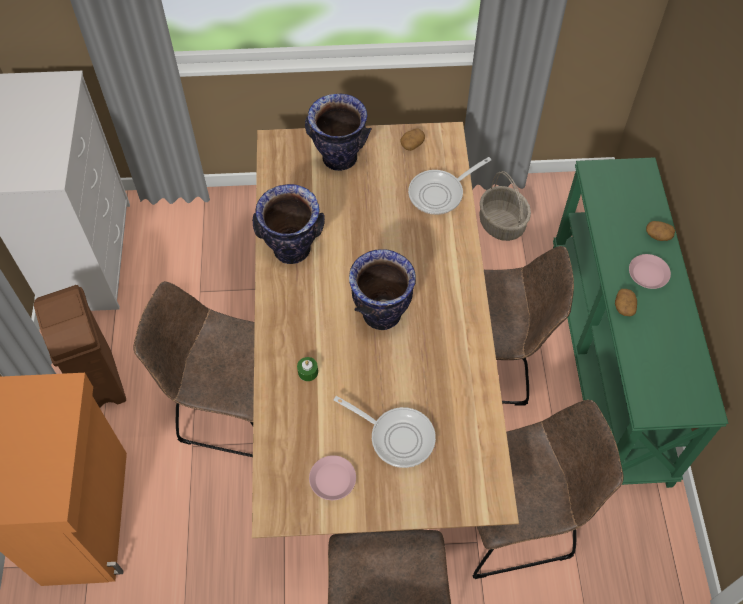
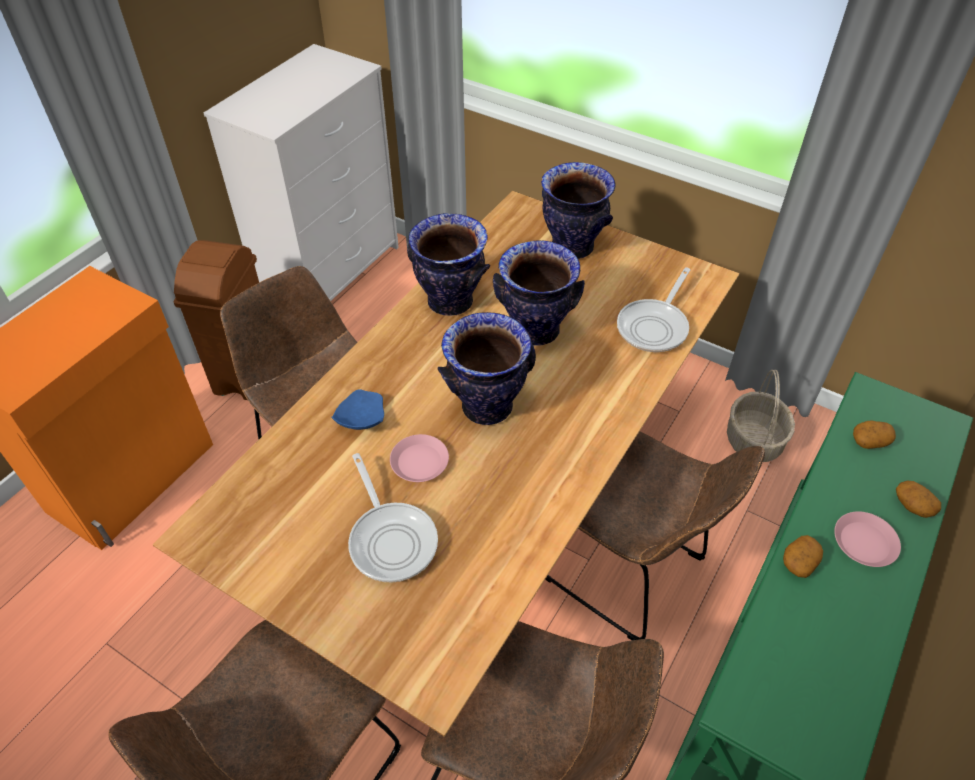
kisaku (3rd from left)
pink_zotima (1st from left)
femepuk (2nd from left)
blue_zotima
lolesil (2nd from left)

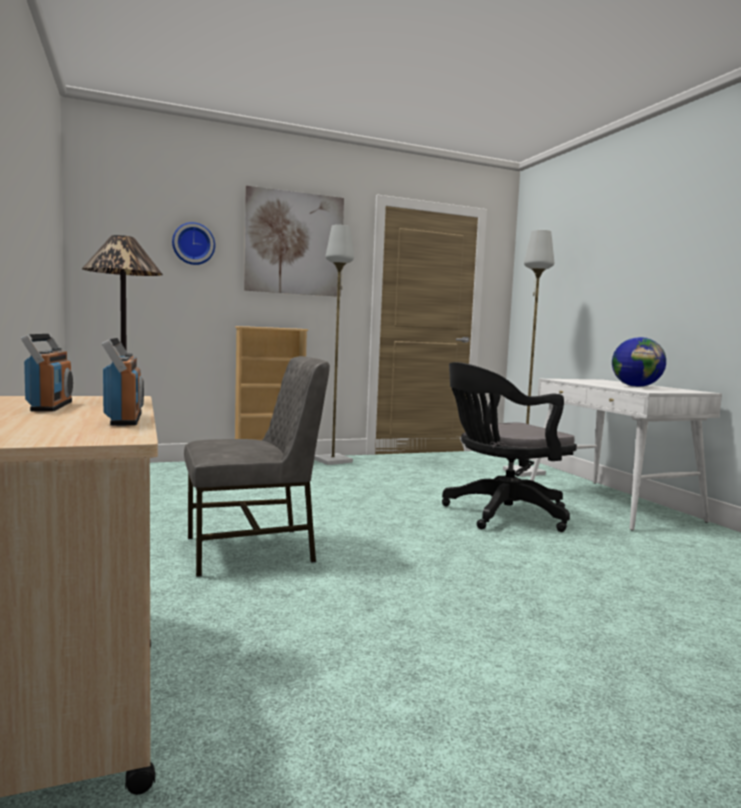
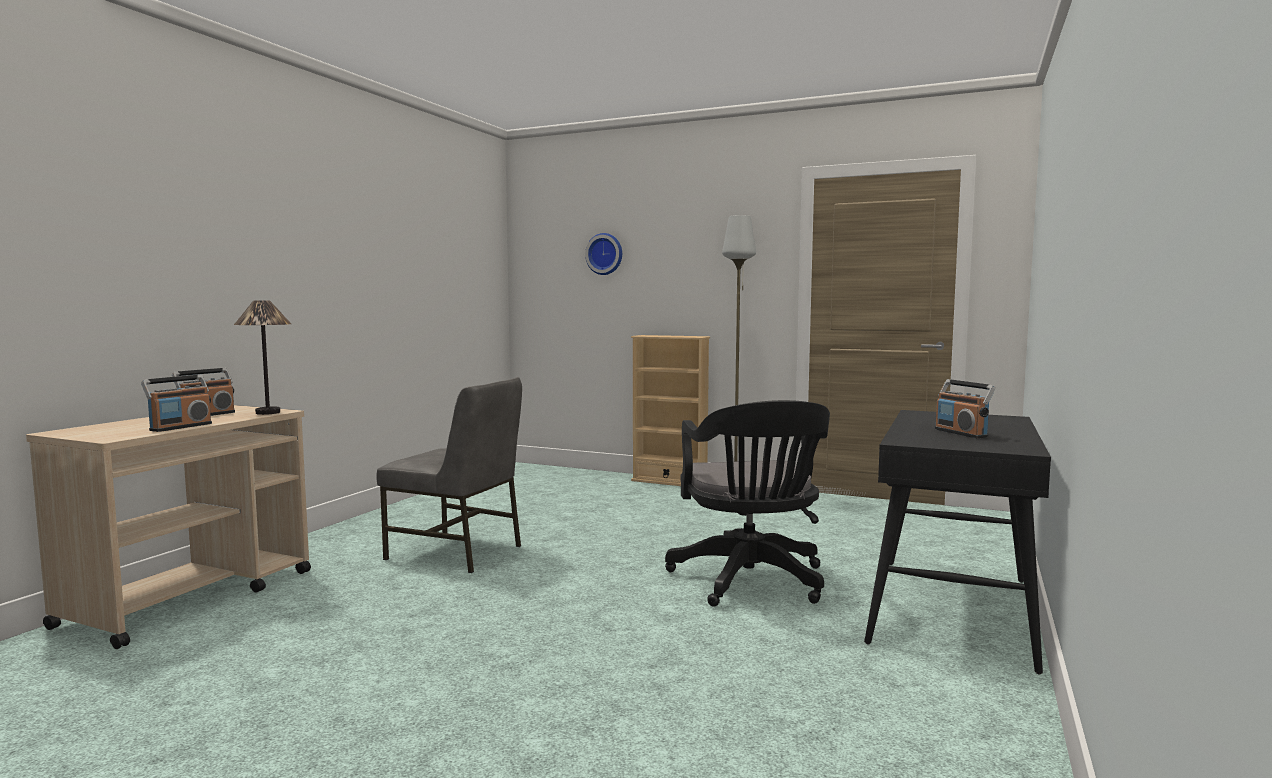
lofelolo
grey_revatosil (2nd from left in the first image)
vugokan (3rd from left)
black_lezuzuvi
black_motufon

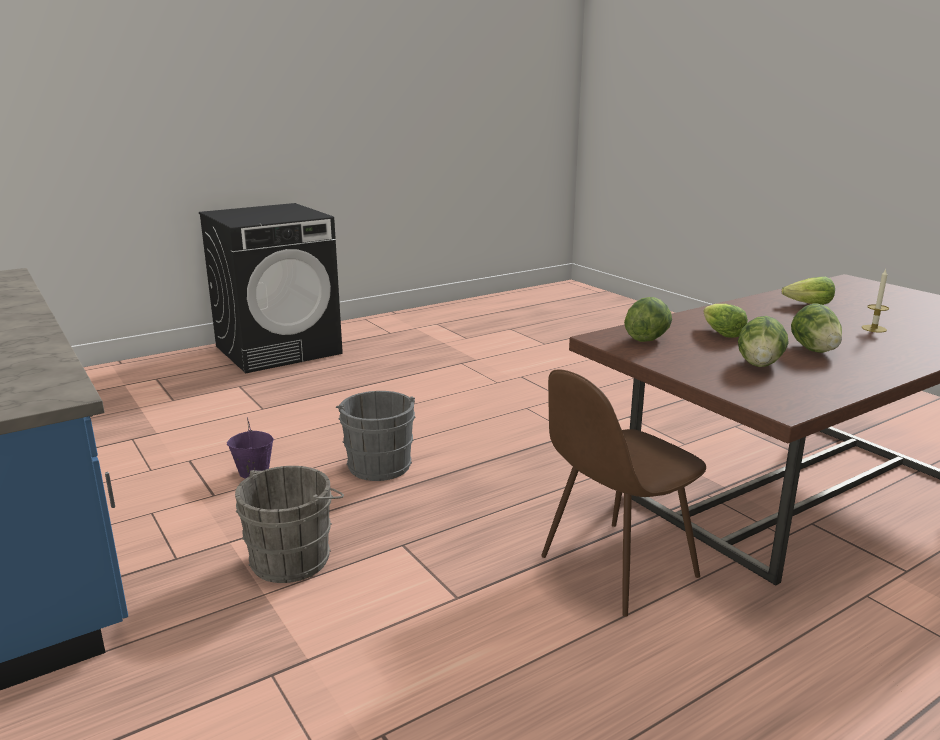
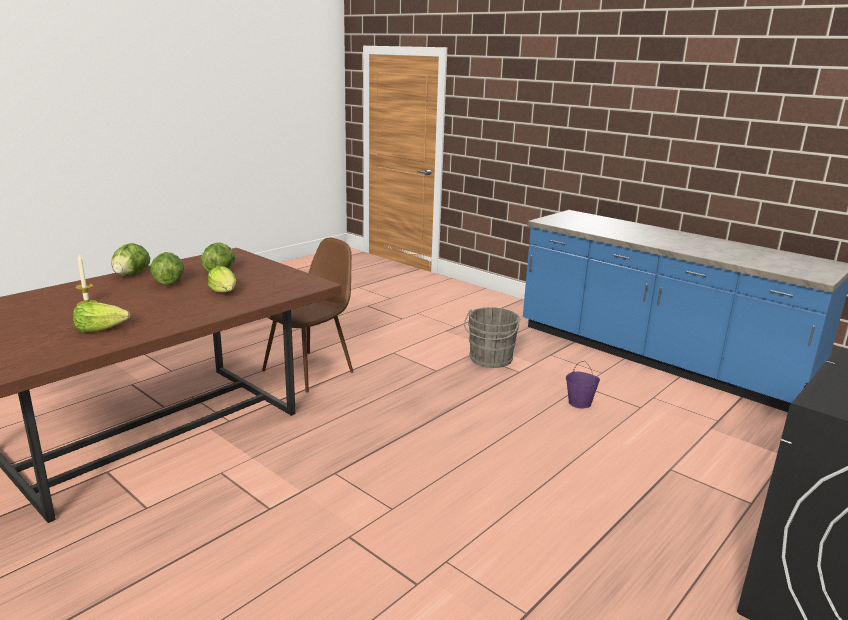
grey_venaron (2nd from left in the first image)
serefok (2nd from left)

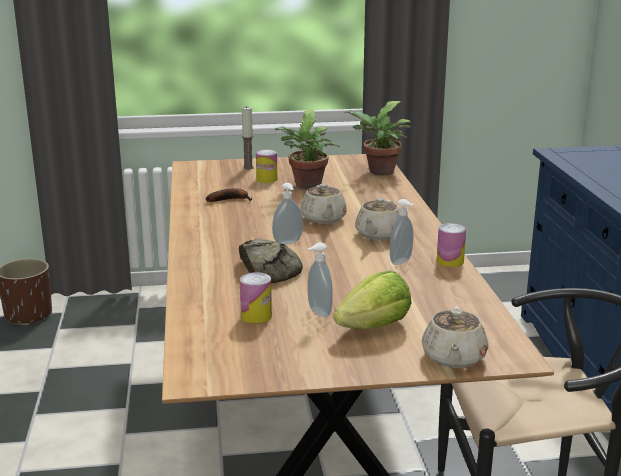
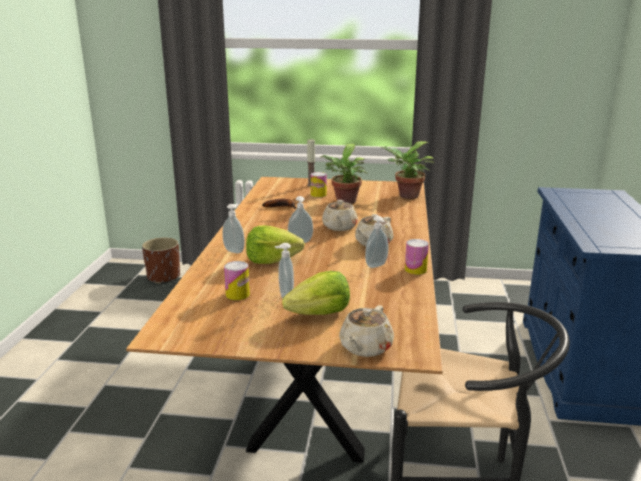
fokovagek (1st from left)
serefok (1st from left)

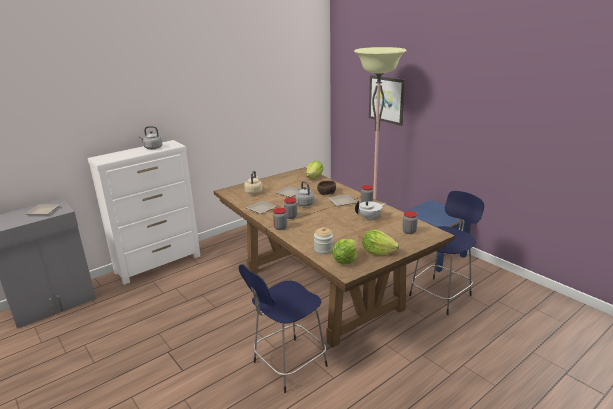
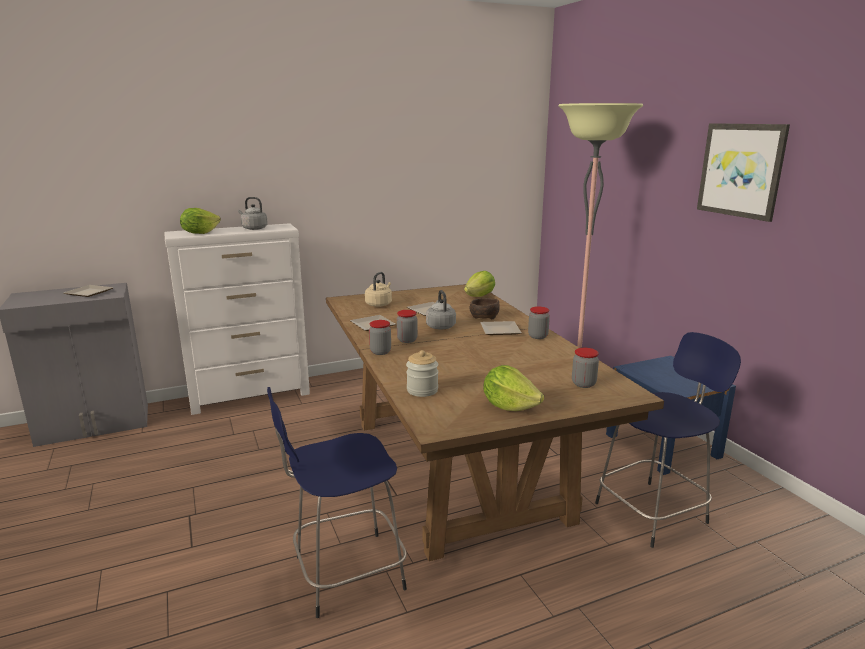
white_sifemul
serefok (1st from left)
lofelolo

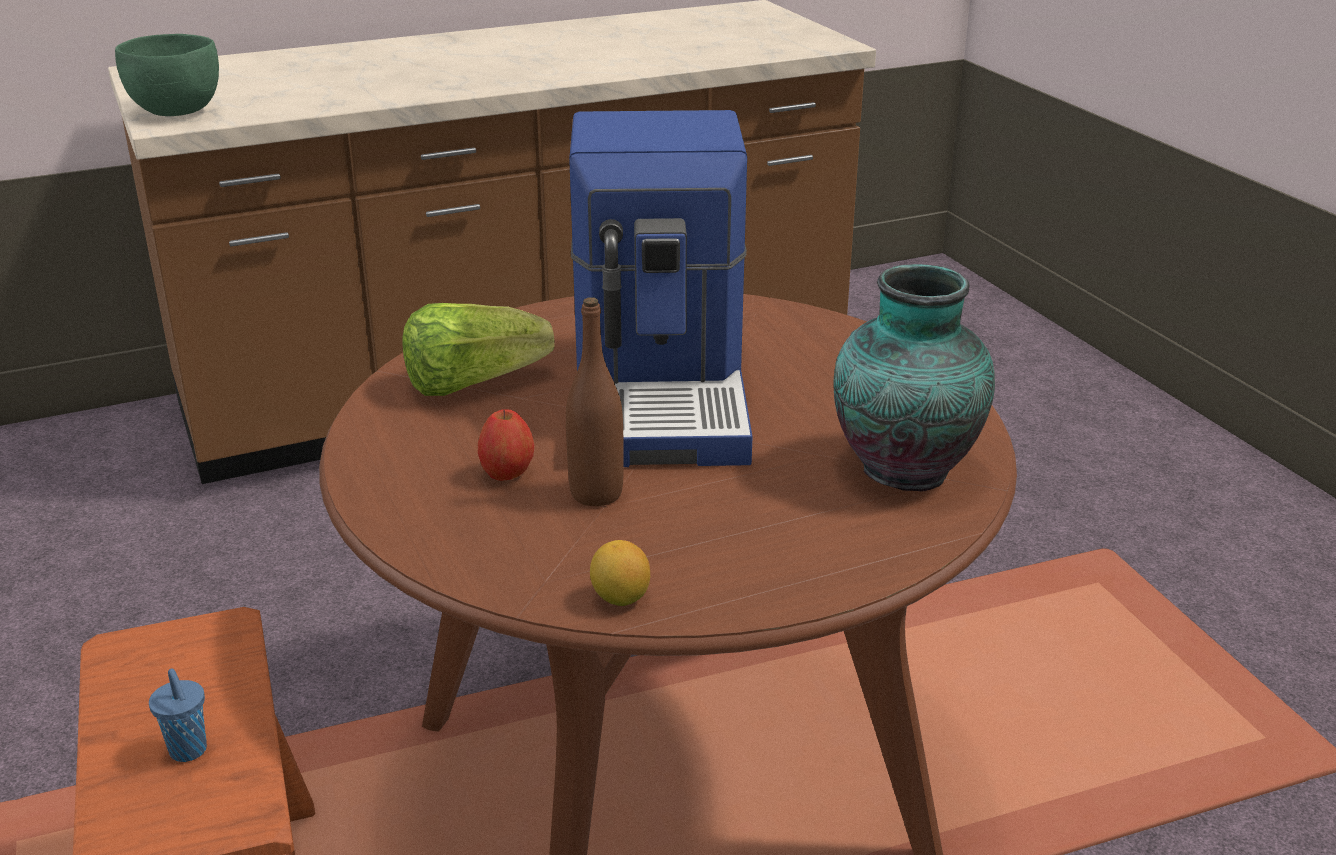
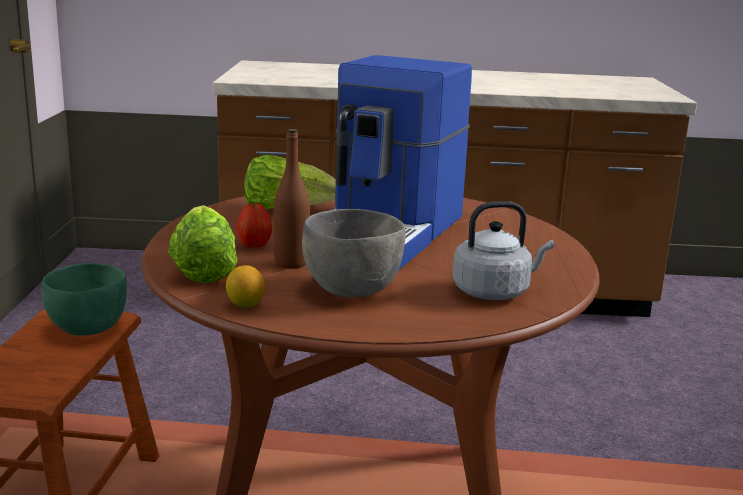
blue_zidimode
serefok (1st from left)
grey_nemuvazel
green_nemuvazel
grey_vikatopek

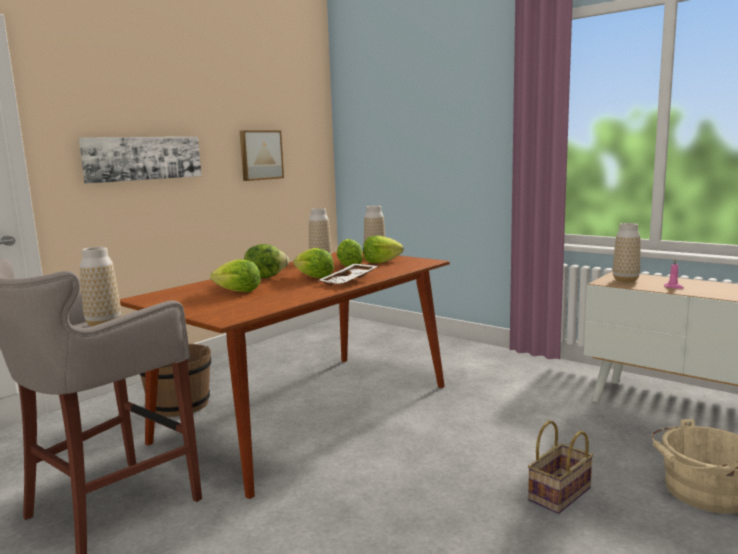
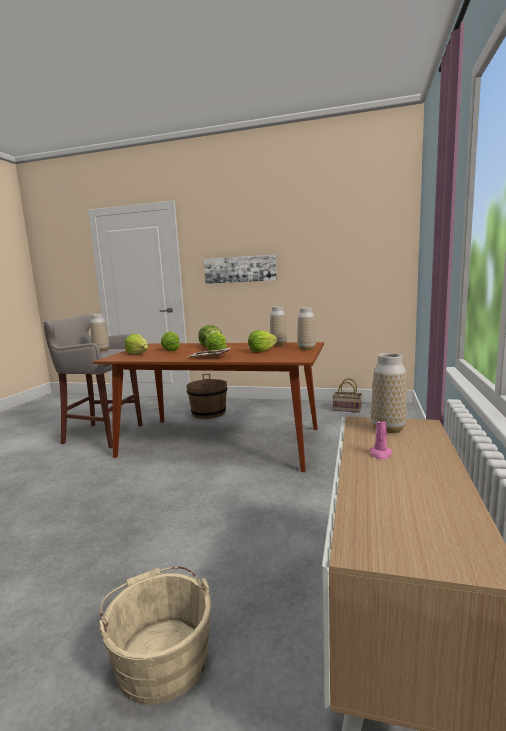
lofelolo (2nd from left in the first image)
serefok (1st from left)
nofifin

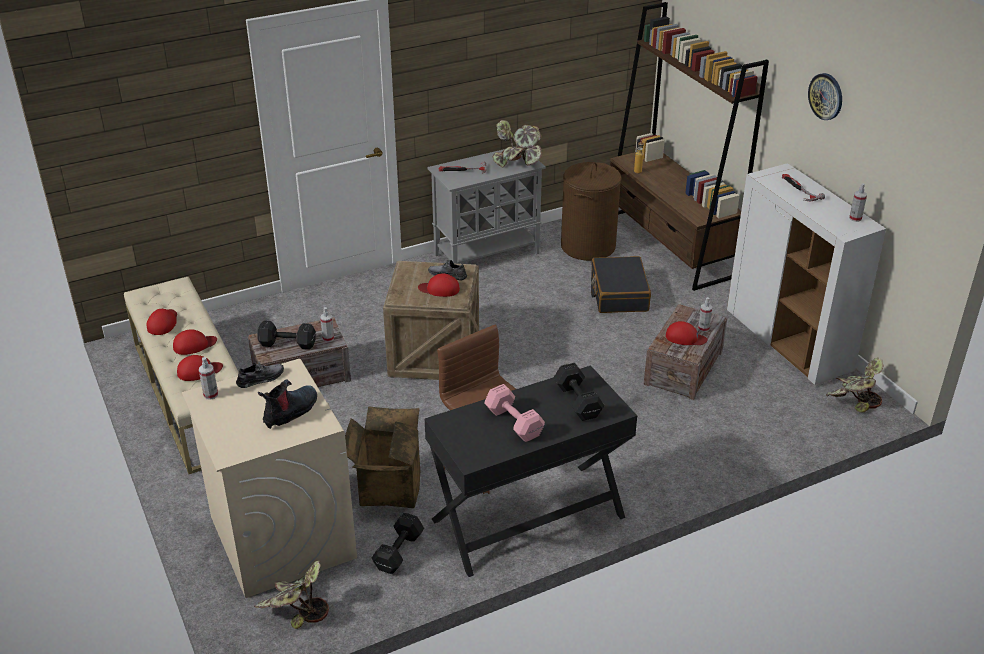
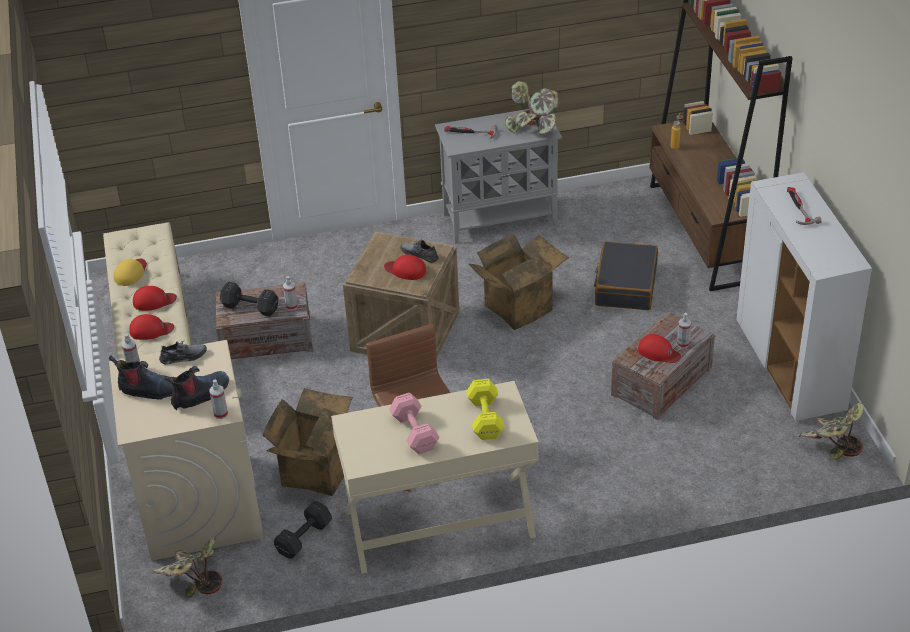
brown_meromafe
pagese
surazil (1st from left)
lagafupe (2nd from left)
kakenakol (2nd from left)
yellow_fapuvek
beige_lezuzuvi
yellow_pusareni

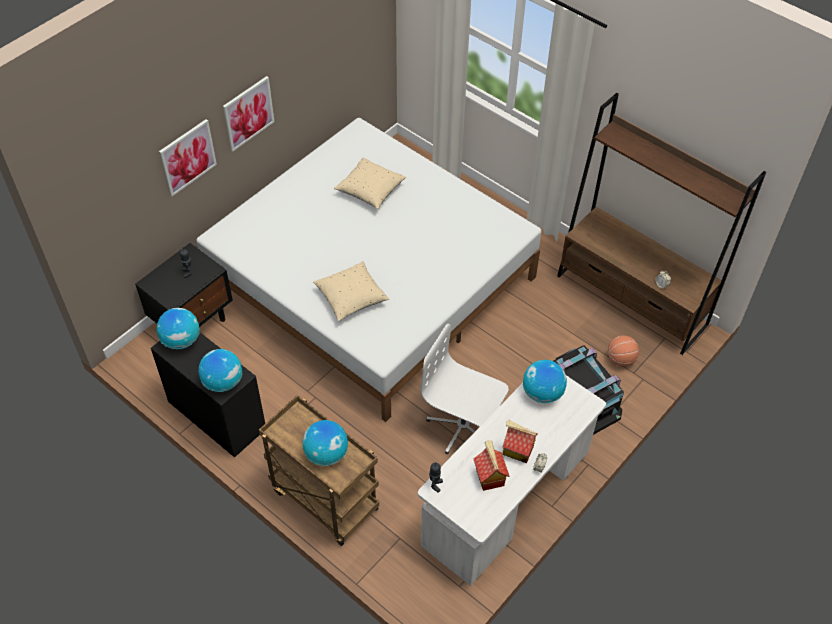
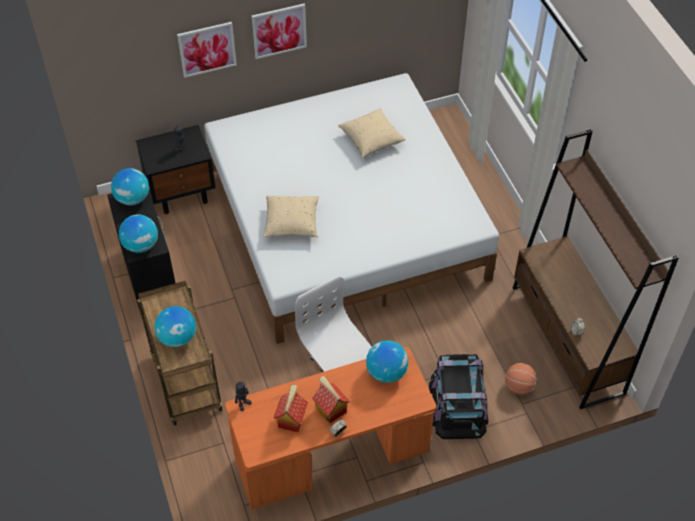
orange_lezuzuvi

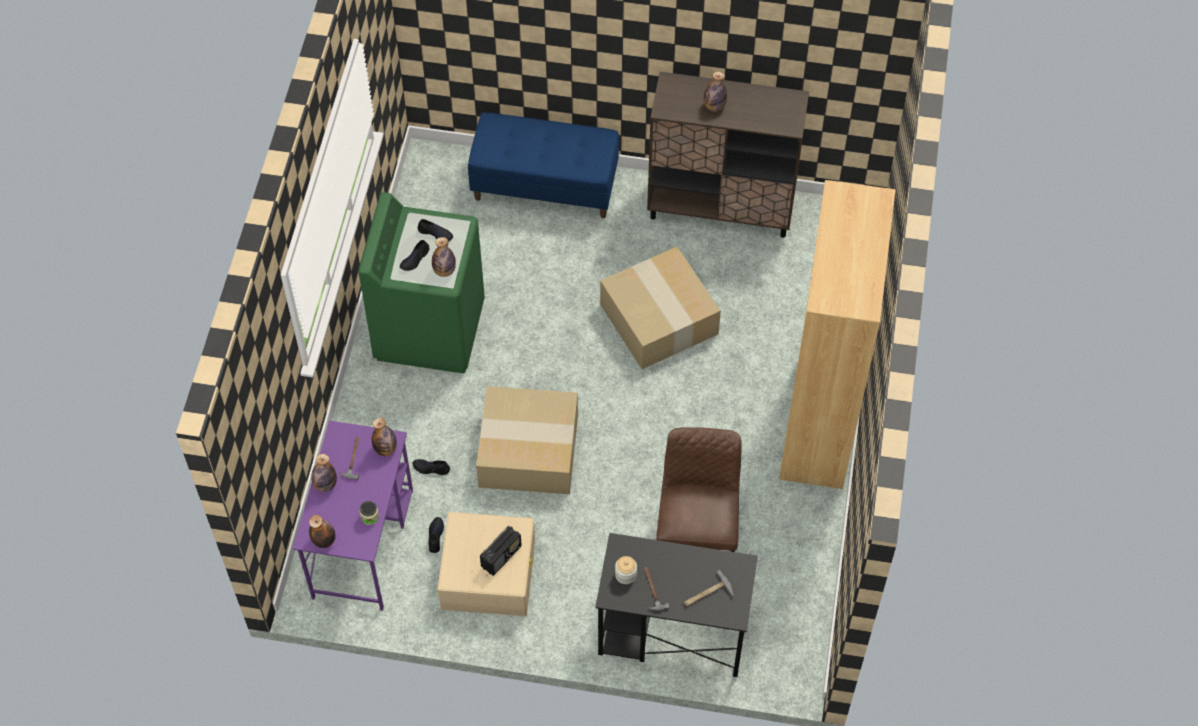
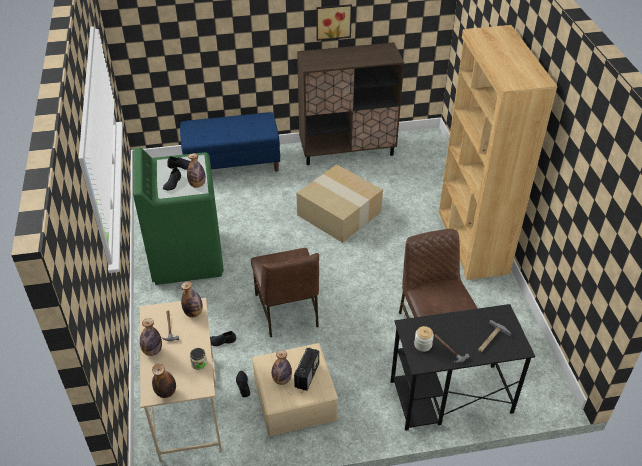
lofelolo
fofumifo (5th from left)
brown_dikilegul (1st from left)
beige_lezuzuvi

